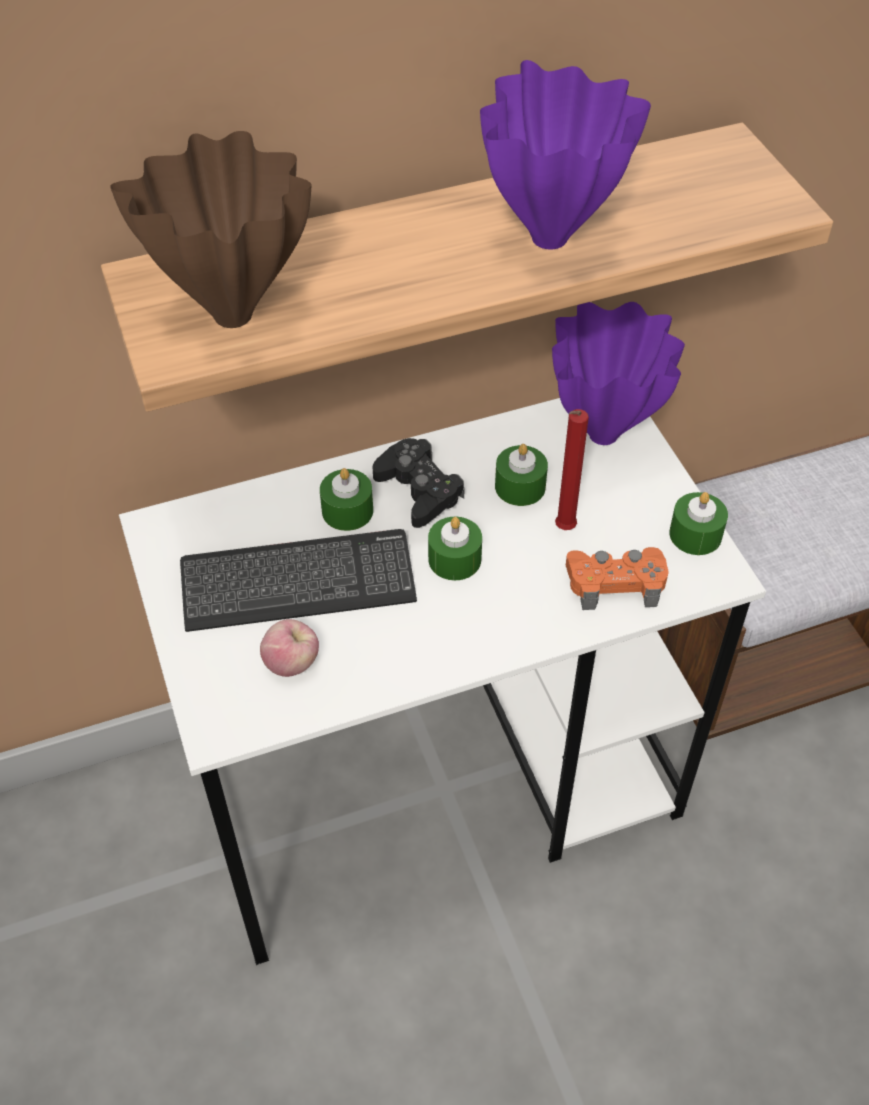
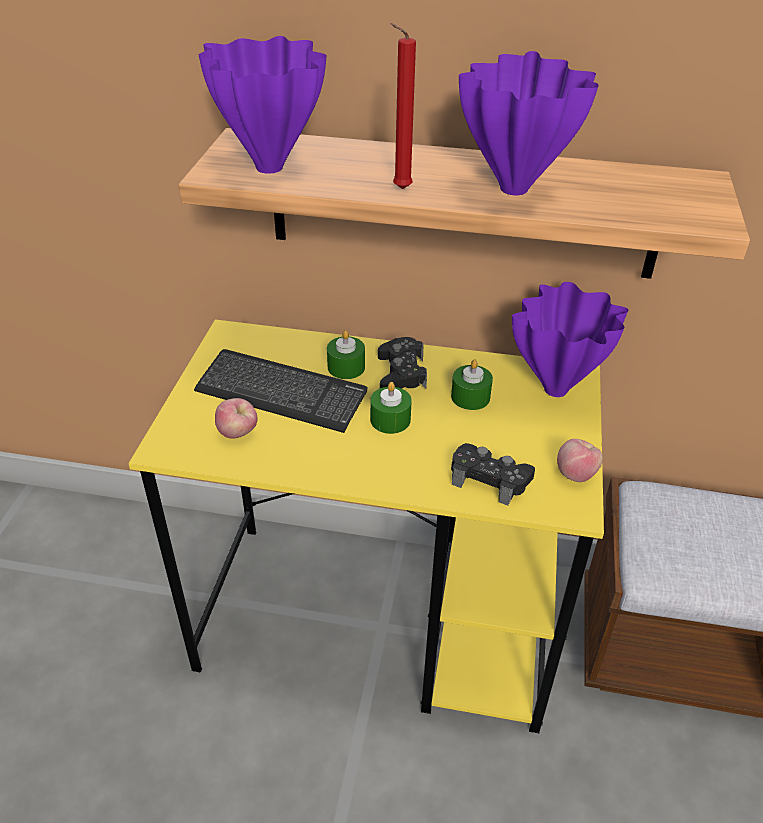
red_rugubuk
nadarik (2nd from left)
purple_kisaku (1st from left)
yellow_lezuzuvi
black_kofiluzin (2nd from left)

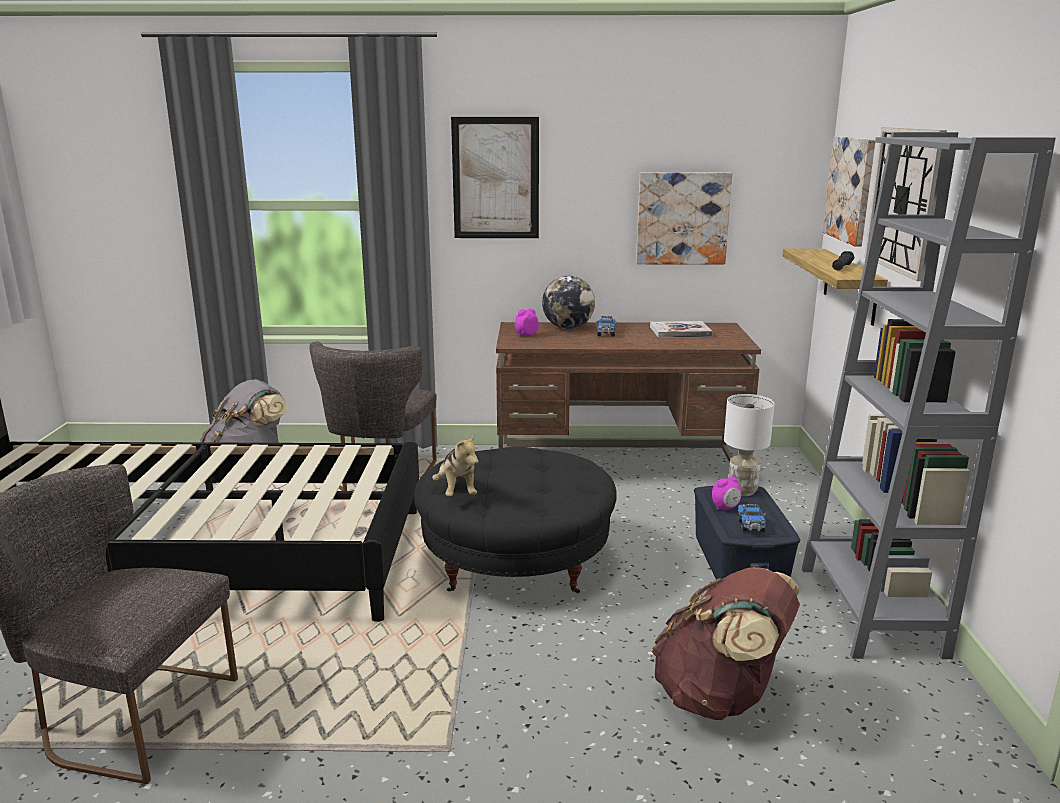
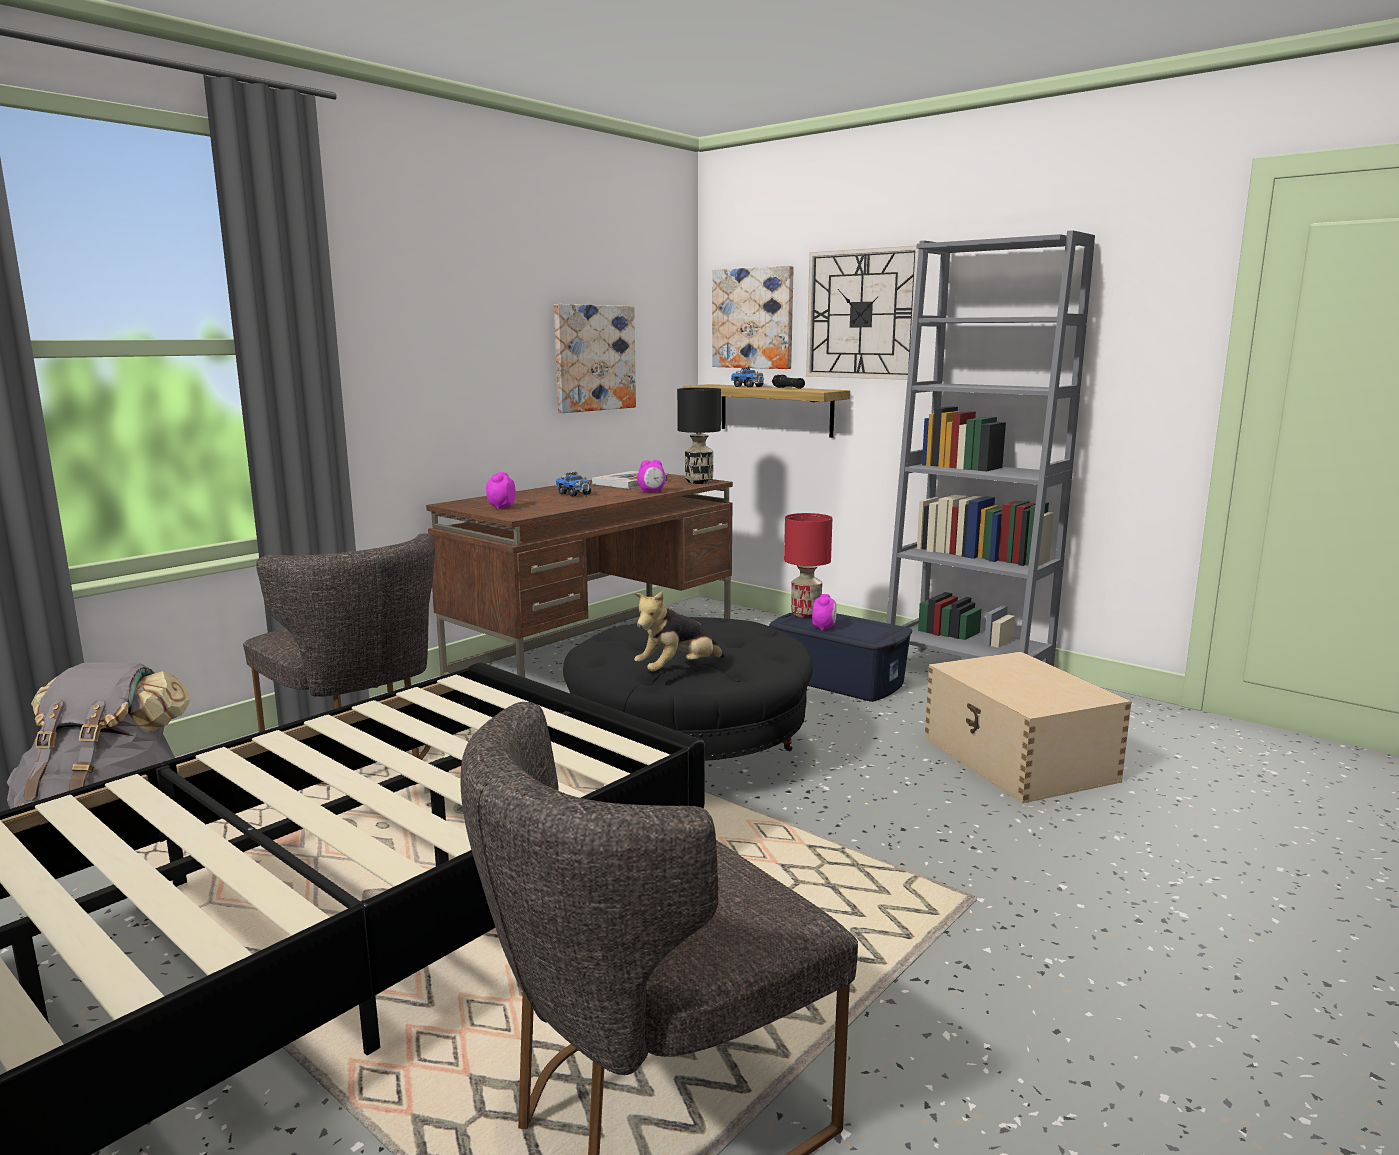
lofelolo (1st from left in the first image)
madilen
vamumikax (2nd from left)
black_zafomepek
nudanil (2nd from left)
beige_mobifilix
red_zafomepek
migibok

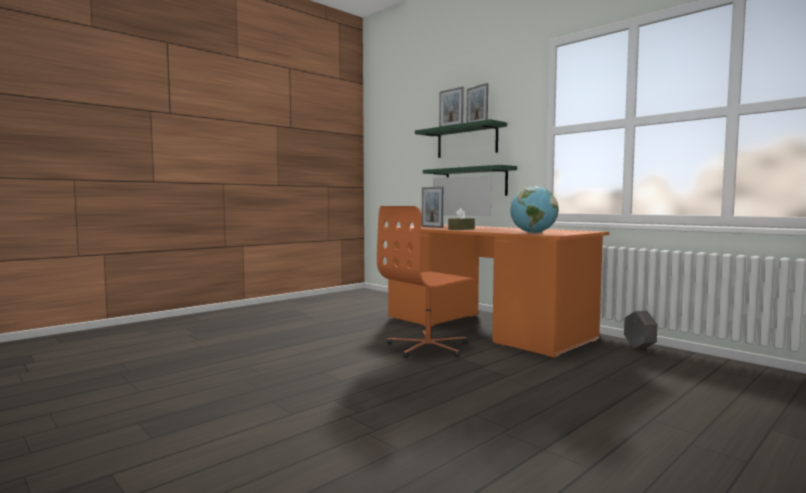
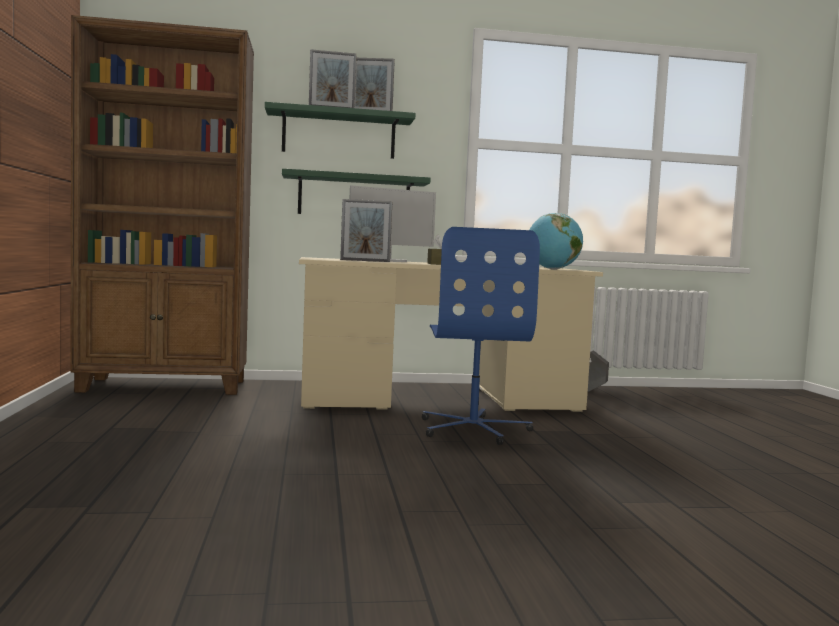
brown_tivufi
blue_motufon
beige_lezuzuvi

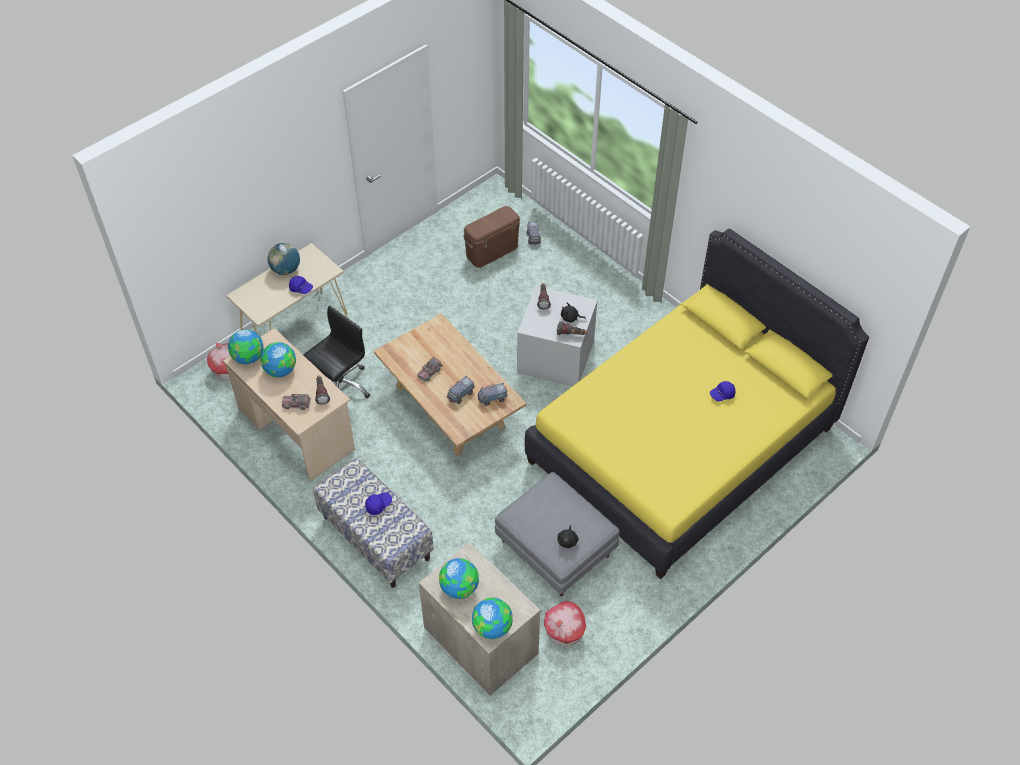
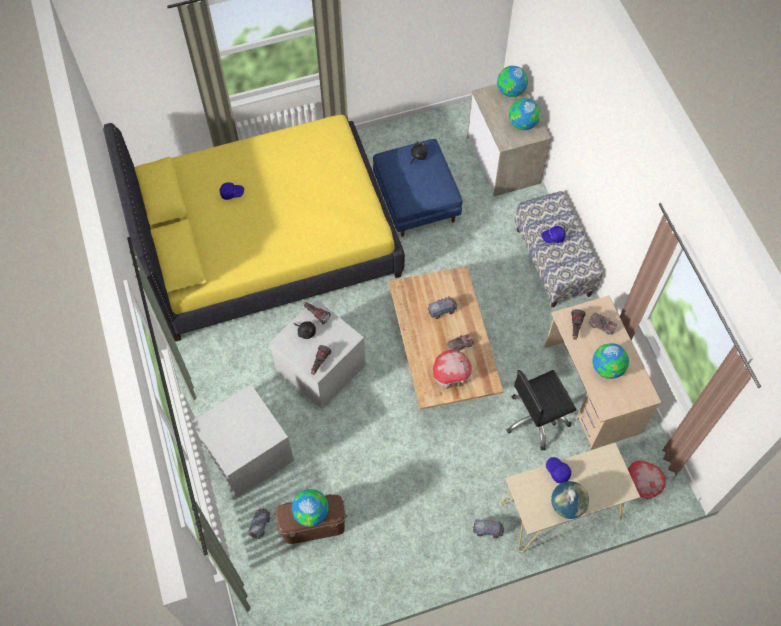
grey_mobifilix (1st from left)
madilen (1st from left)
nudanil (4th from left)
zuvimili (1st from left)
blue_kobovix

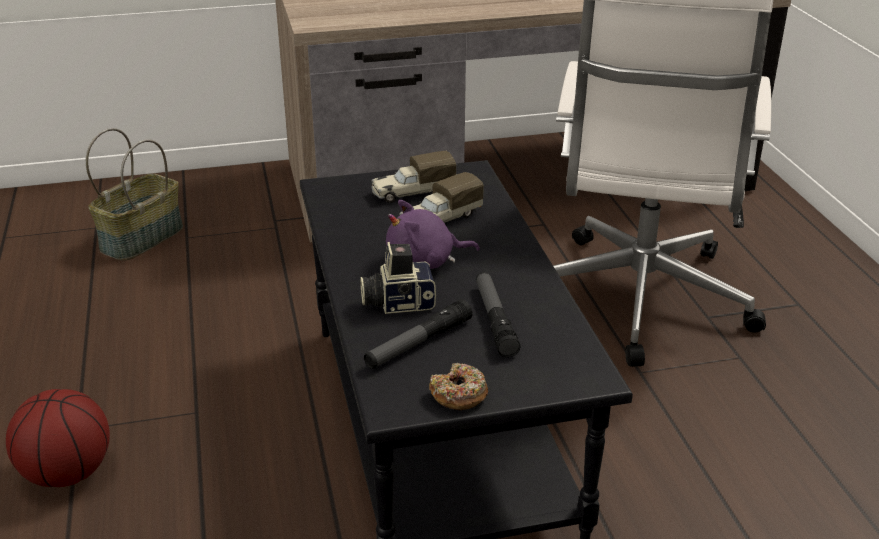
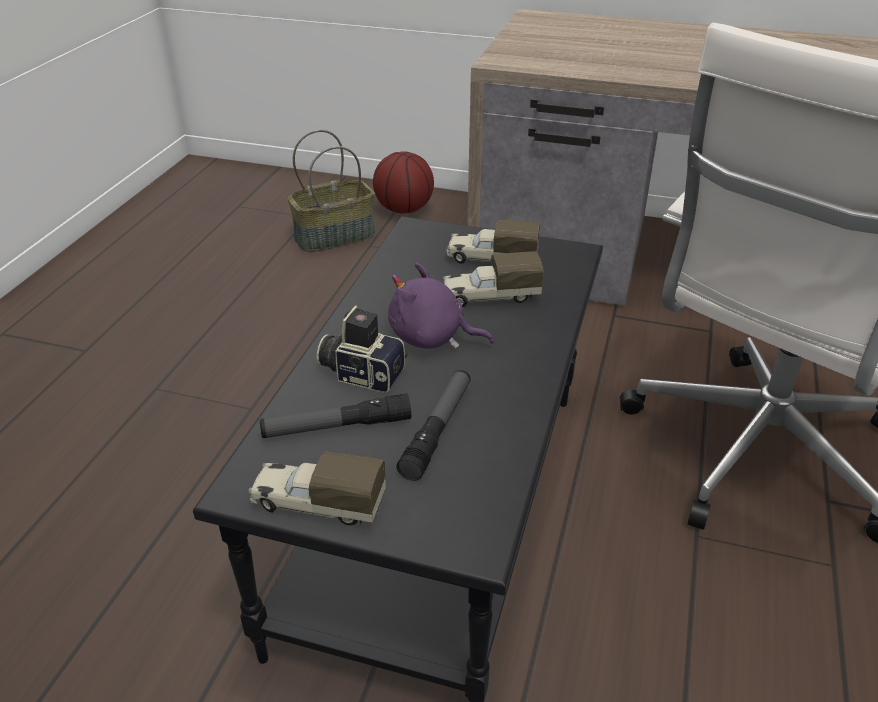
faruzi
nudanil (1st from left)

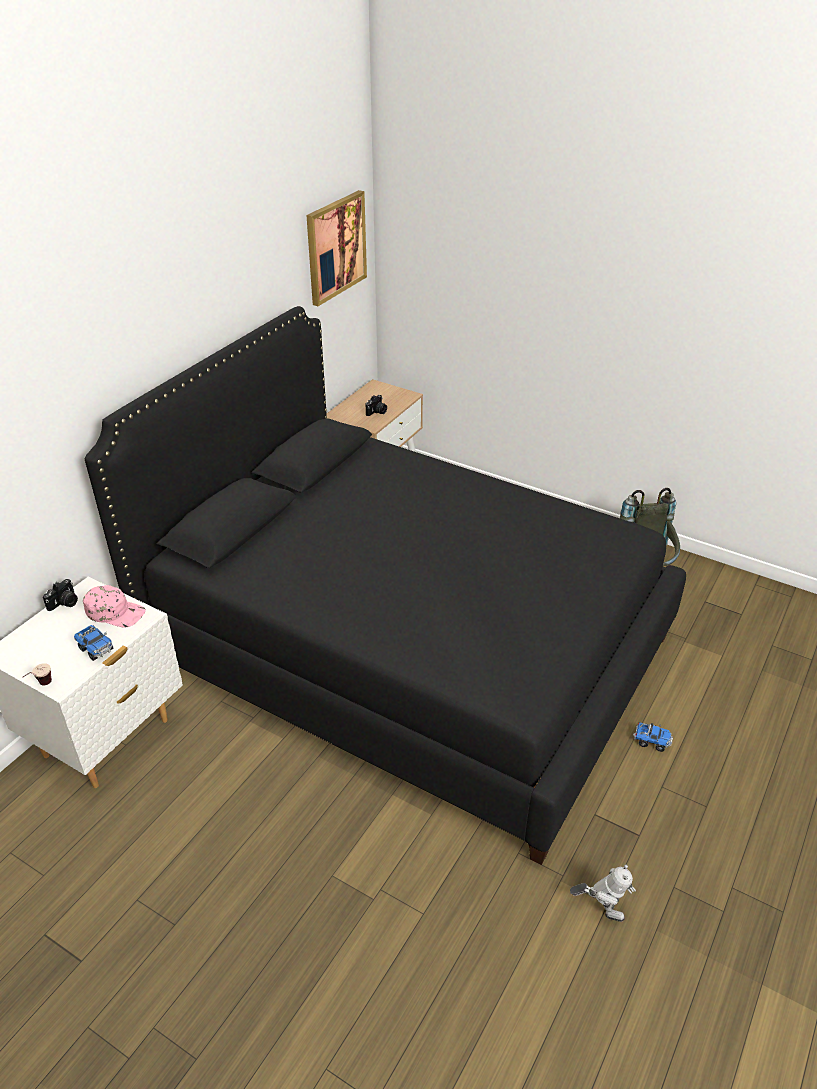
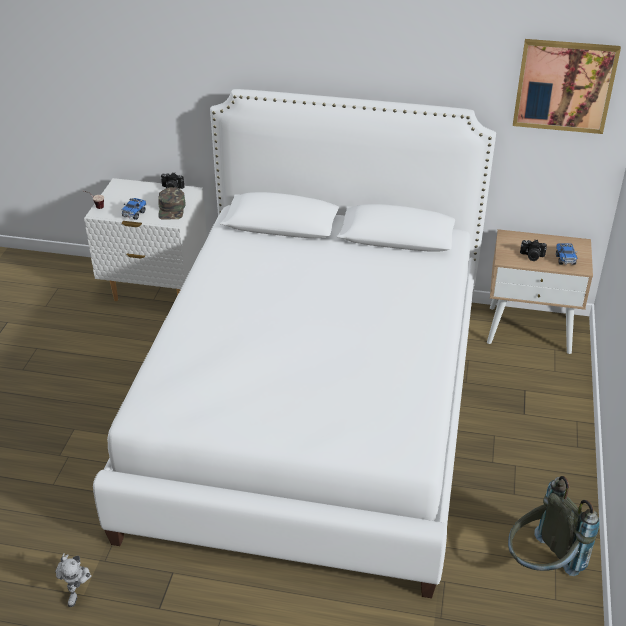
nudanil (2nd from left)
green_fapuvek
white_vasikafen

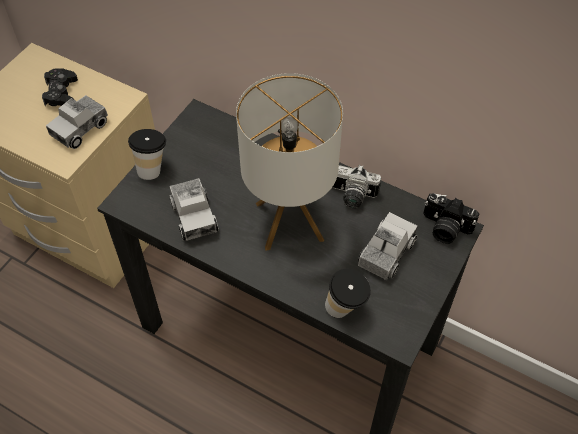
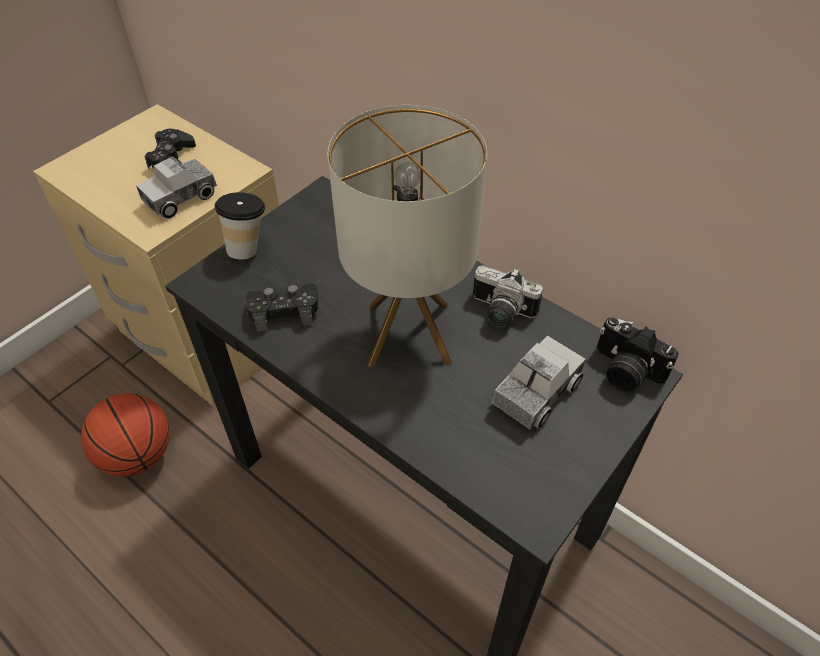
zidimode (2nd from left in the first image)
faruzi
black_kofiluzin (2nd from left)

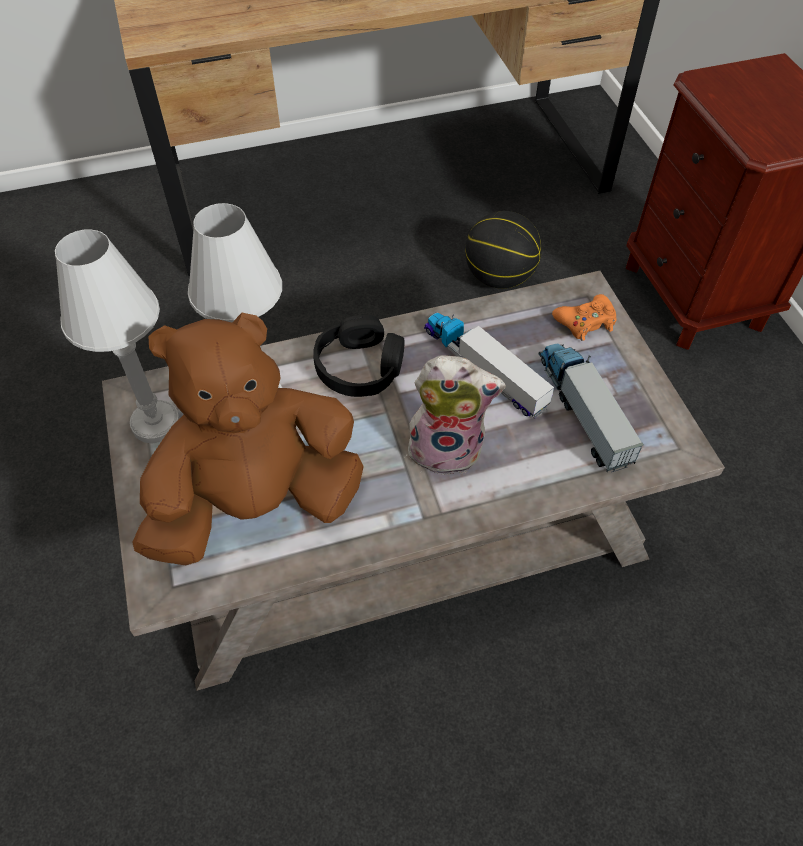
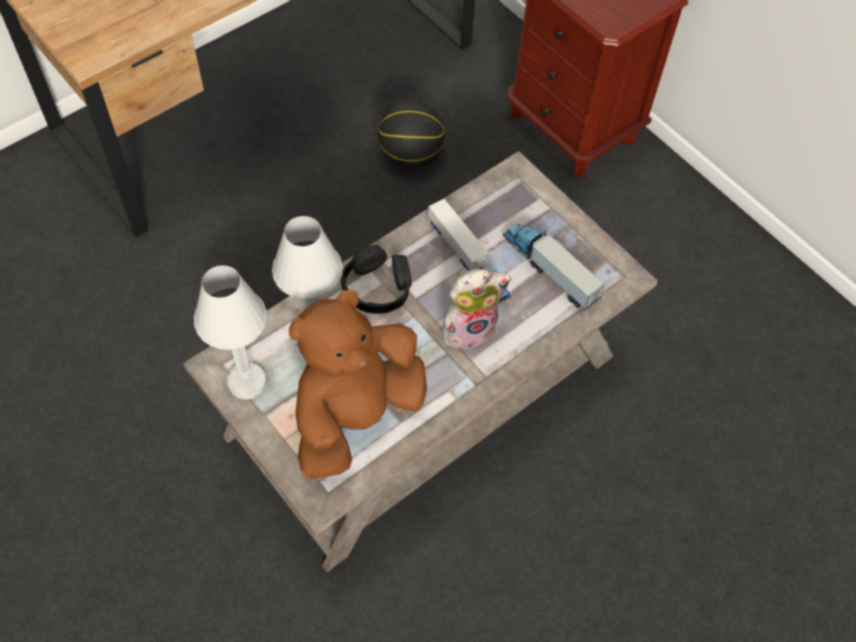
orange_kofiluzin
nudanil (1st from left)

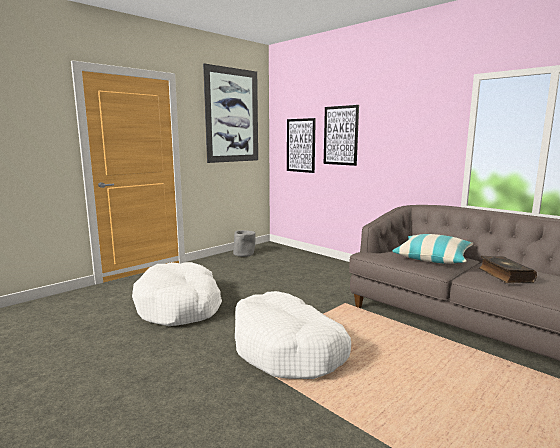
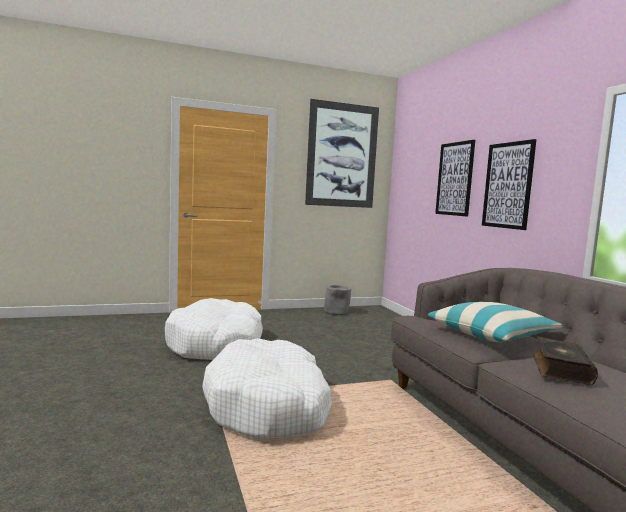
lofelolo (3rd from left)

